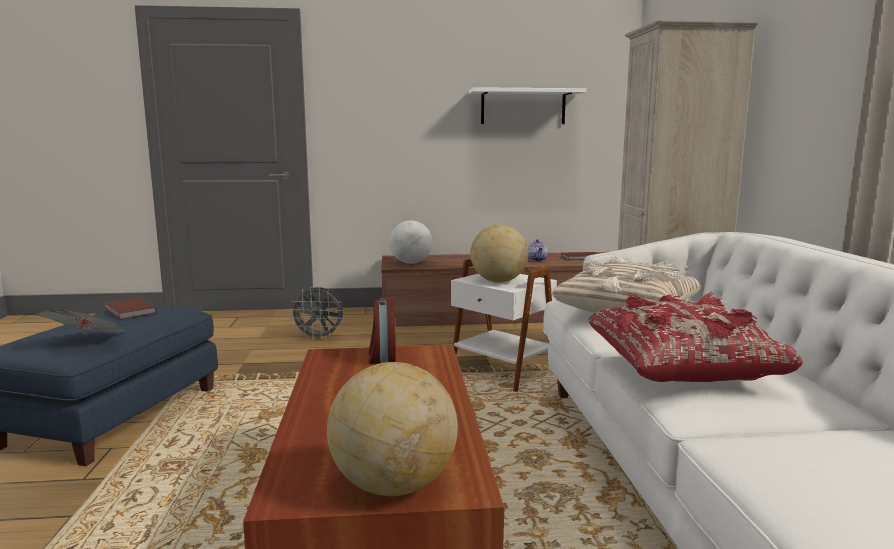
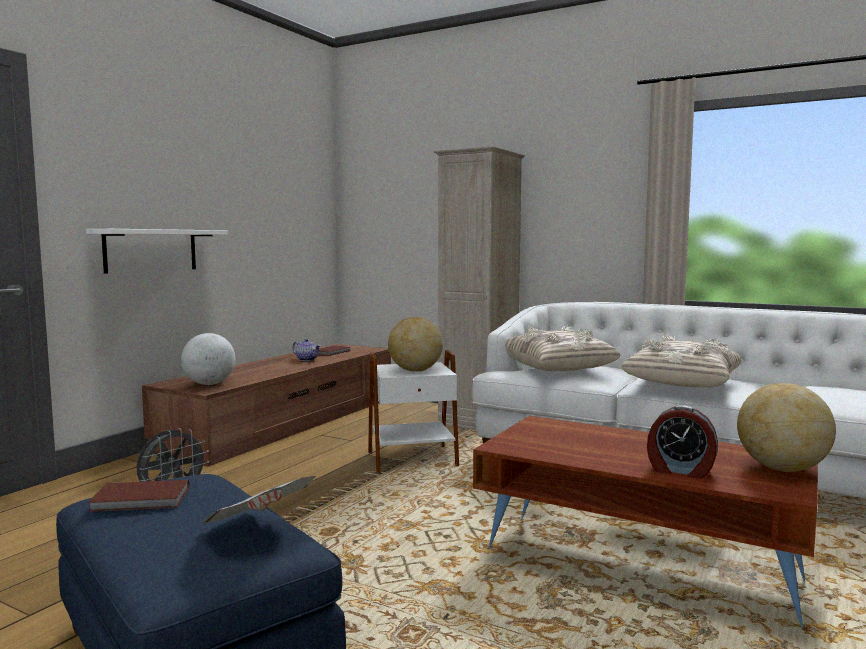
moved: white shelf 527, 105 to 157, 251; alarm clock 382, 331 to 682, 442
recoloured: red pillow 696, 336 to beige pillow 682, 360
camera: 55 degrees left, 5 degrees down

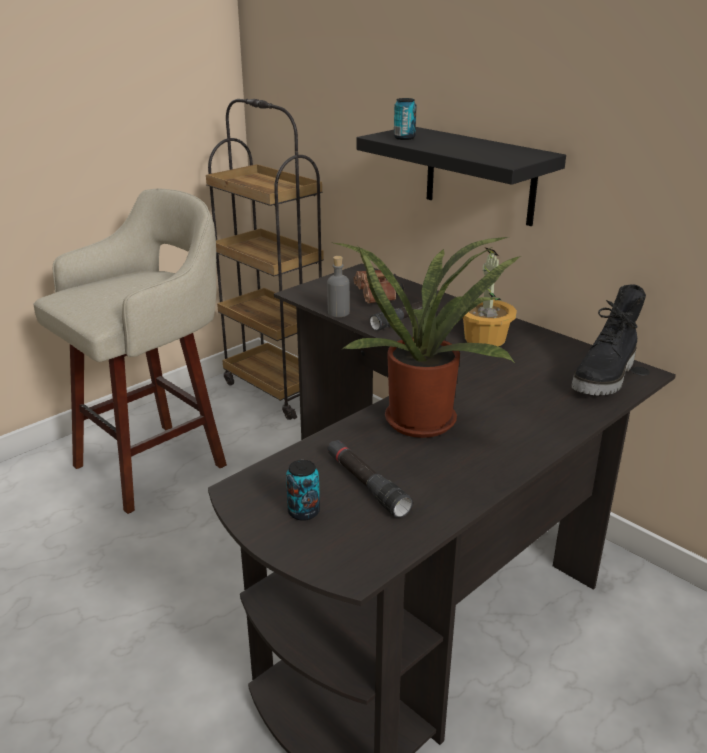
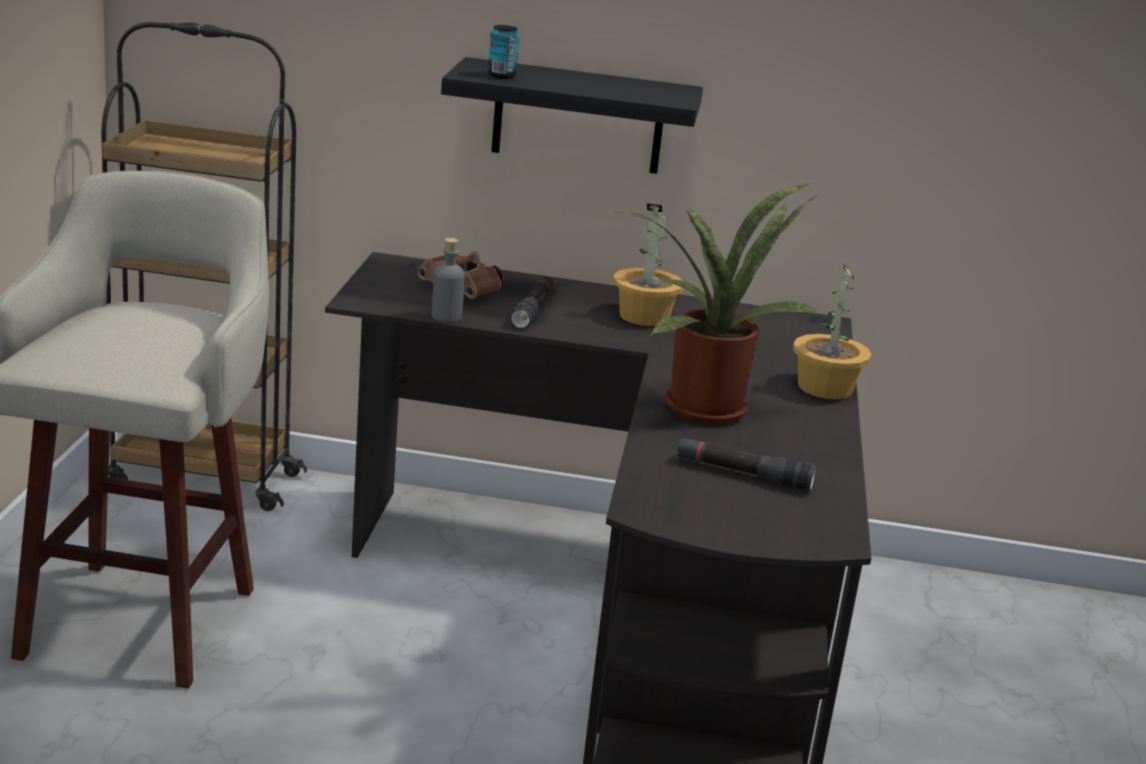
removed: black boot 608, 340; can 303, 490
added: potted plant 832, 331
camera: 40 degrees left, 5 degrees down

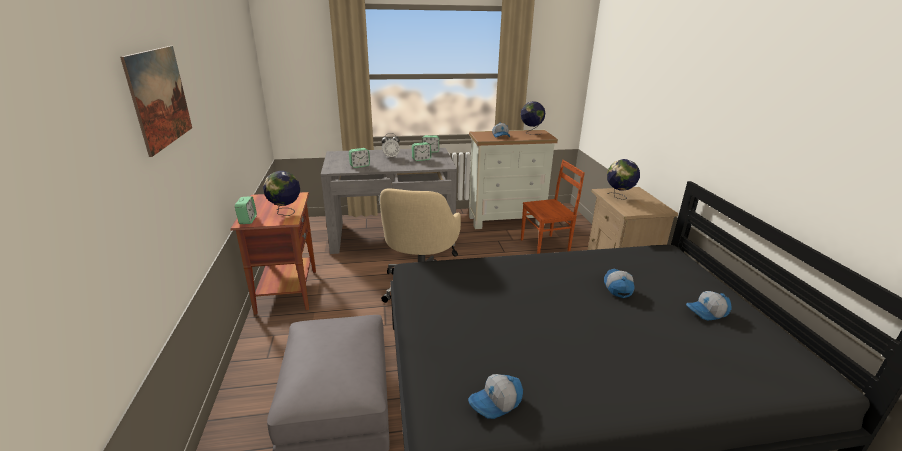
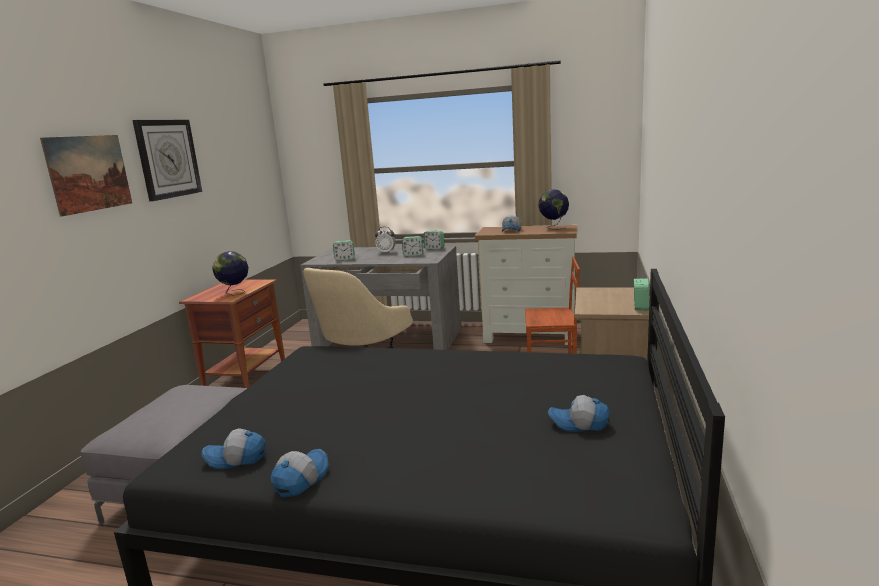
removed: globe 623, 179
added: wall clock 167, 160
moved: alarm clock 246, 210 to 641, 294; cap 619, 283 to 299, 473
camera: 25 degrees right, 10 degrees down

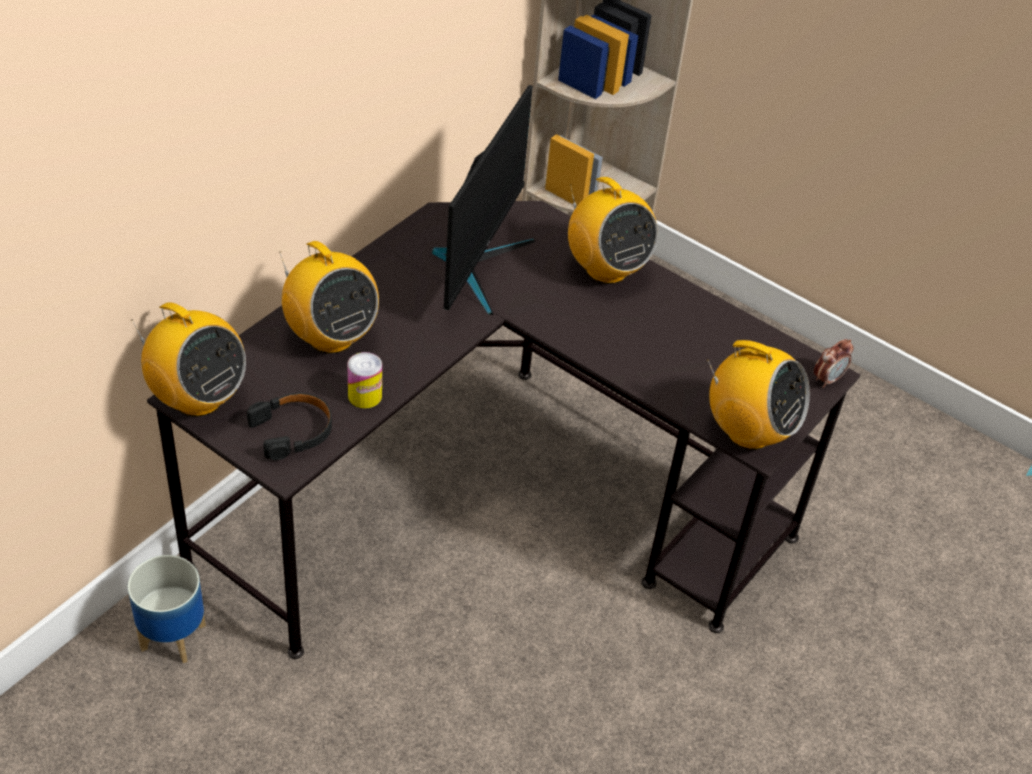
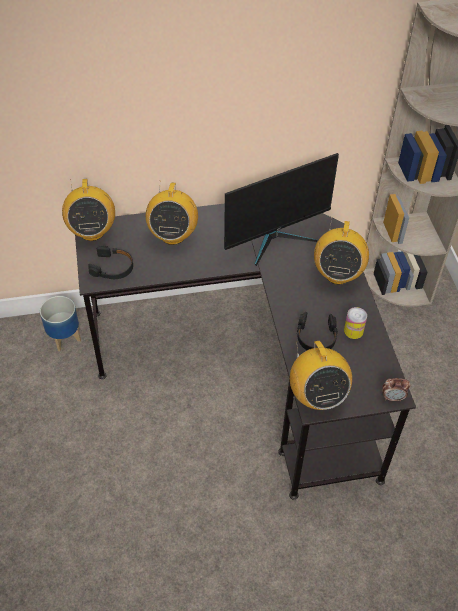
added: black headphones 317, 331
moved: can 364, 380 to 355, 323
camera: 45 degrees right, 5 degrees up

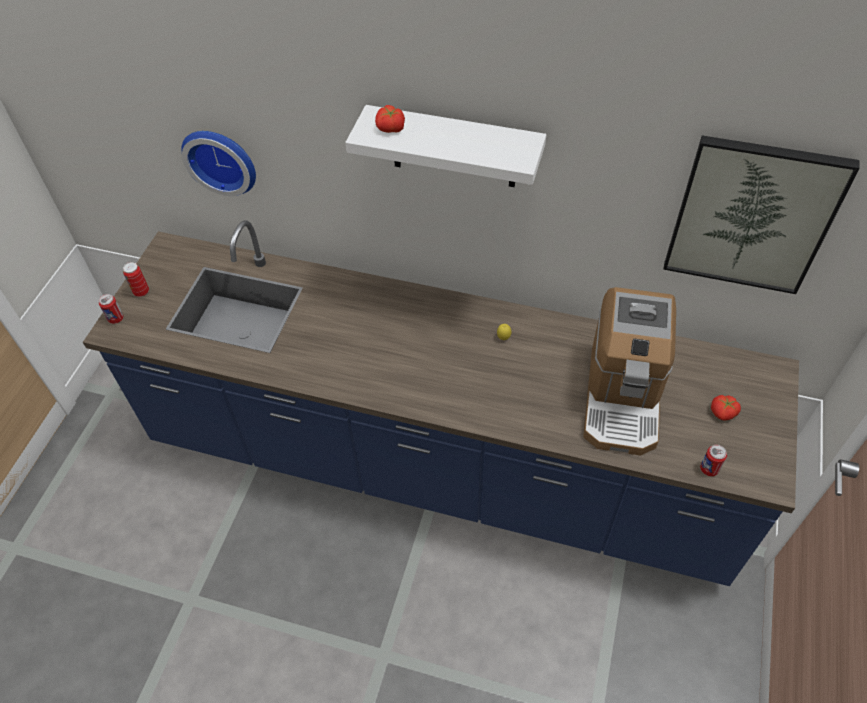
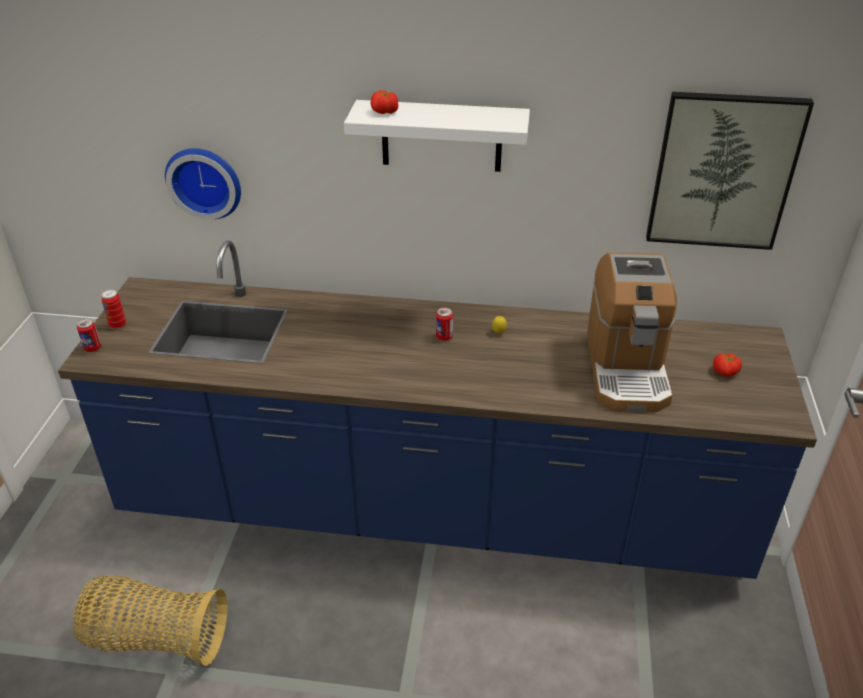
added: basket 150, 621
moved: can 713, 460 to 444, 324
camera: 10 degrees left, 15 degrees down

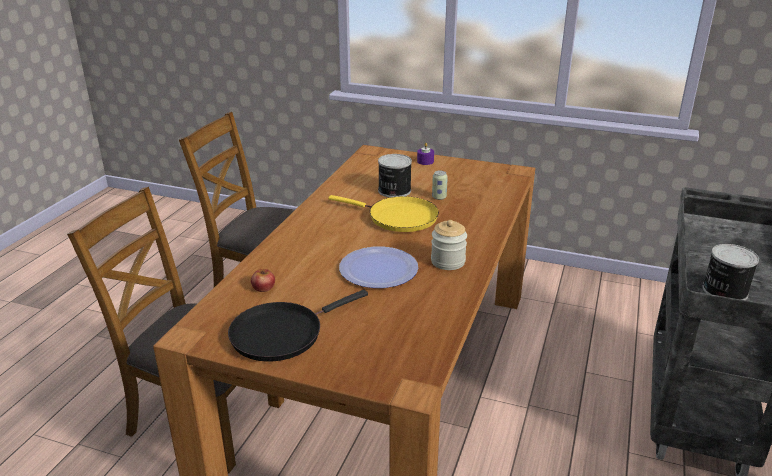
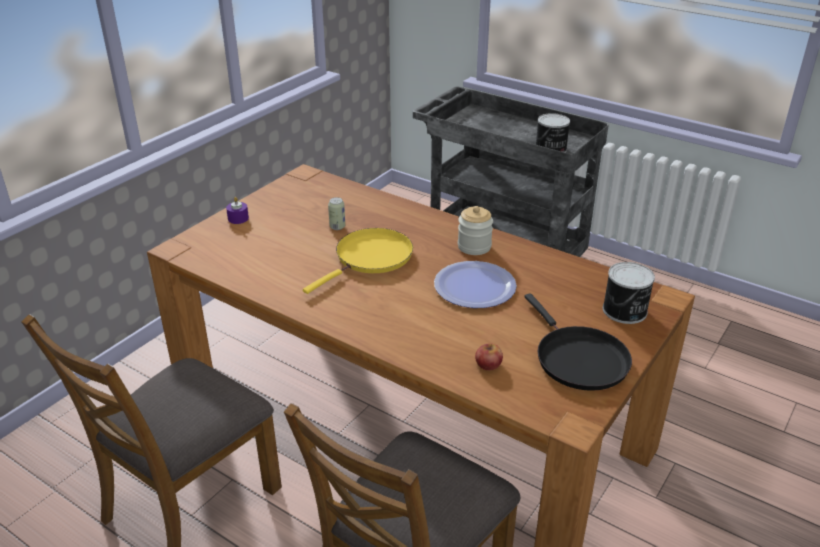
moved: can 395, 176 to 629, 293
camera: 75 degrees left, 5 degrees up

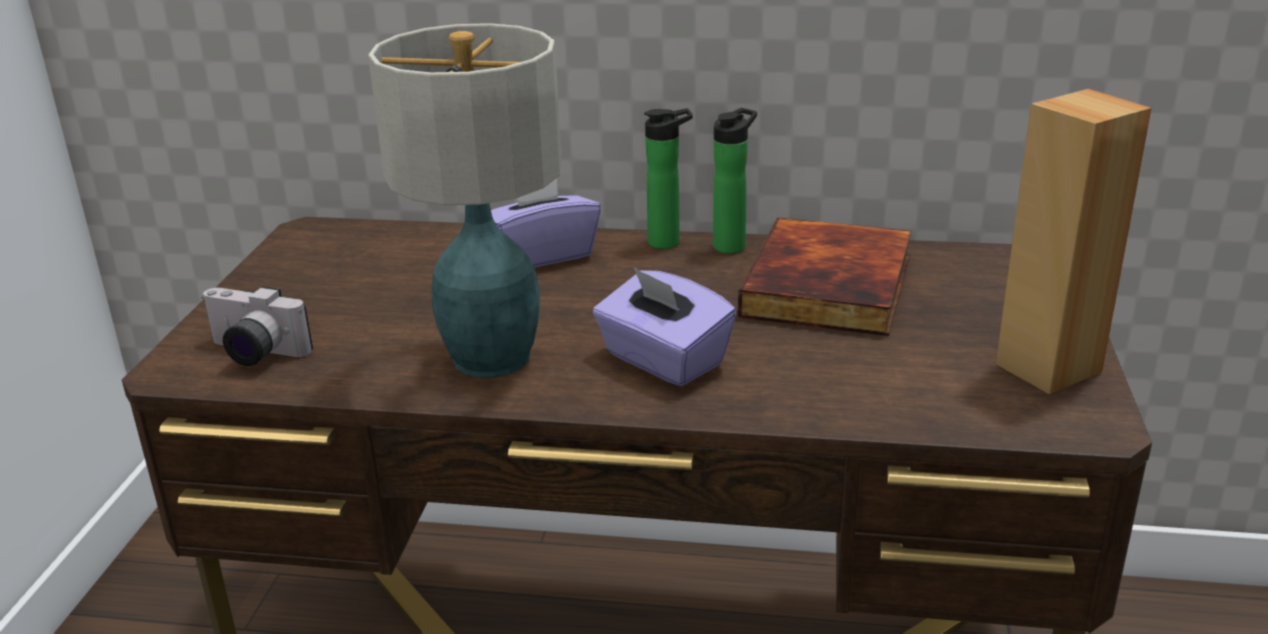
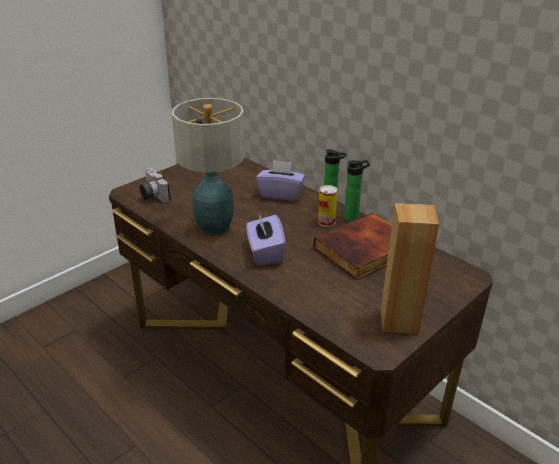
added: can 328, 206
camera: 35 degrees right, 5 degrees up

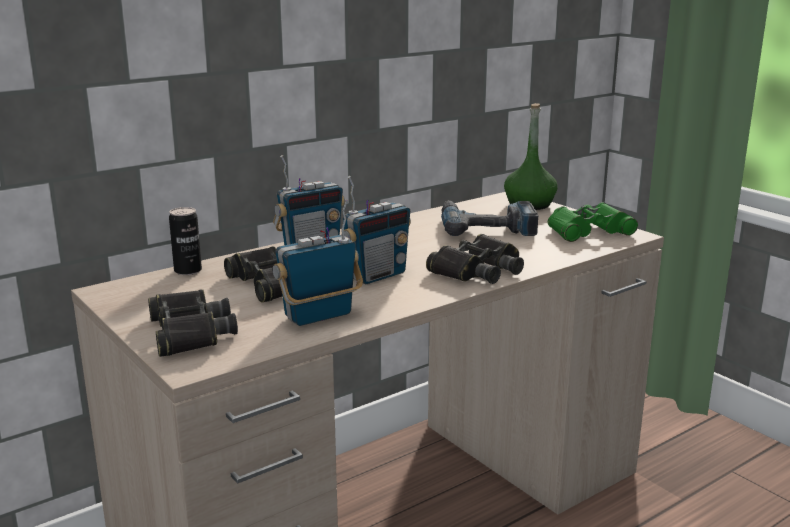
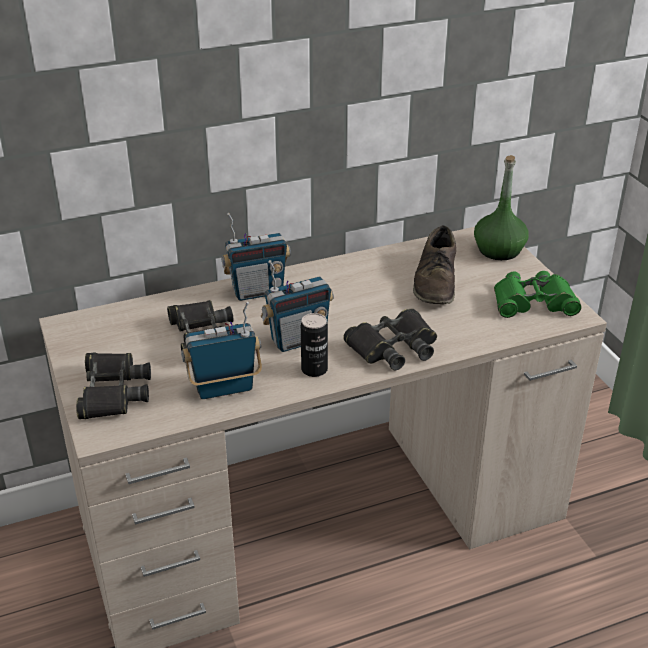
moved: can 185, 241 to 314, 345
replaced: power drill 489, 218 to brown shoe 434, 265
camera: 15 degrees right, 15 degrees up

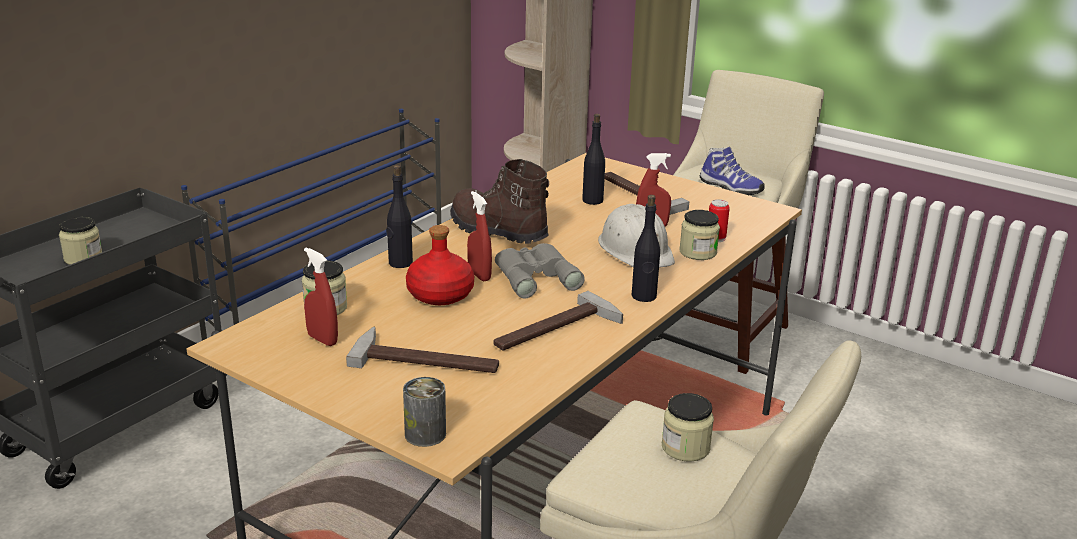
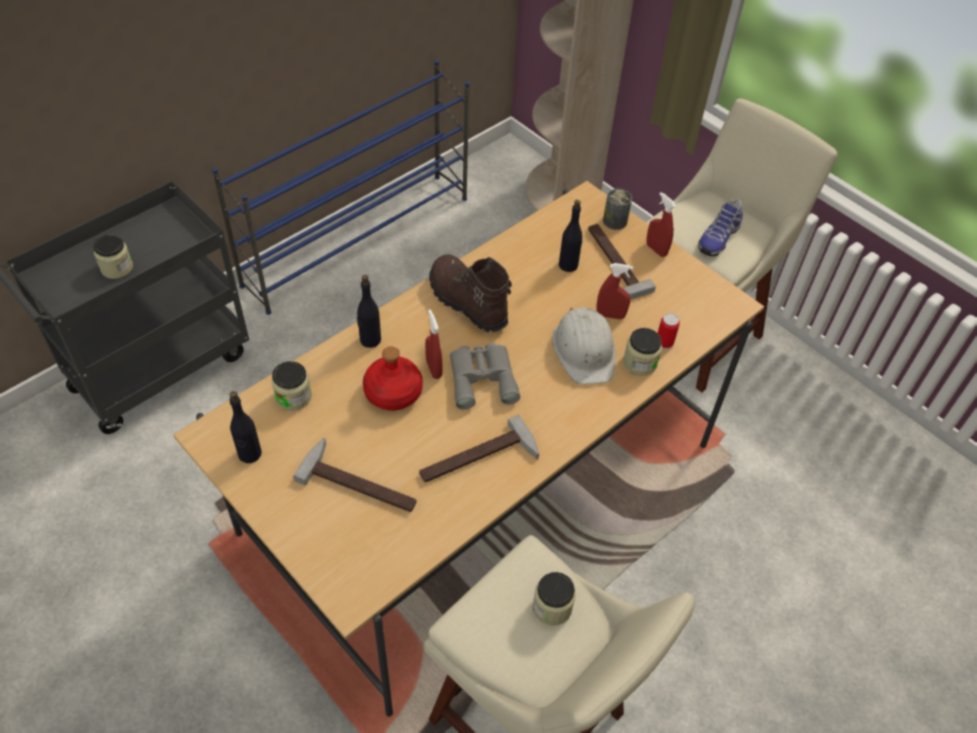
moved: black bottle 646, 248 to 245, 427; red spray bottle 321, 297 to 661, 224; can 424, 412 to 617, 209
turned: shoe 732, 171 = 720, 227 75 degrees clockwise
camera: 10 degrees right, 25 degrees up

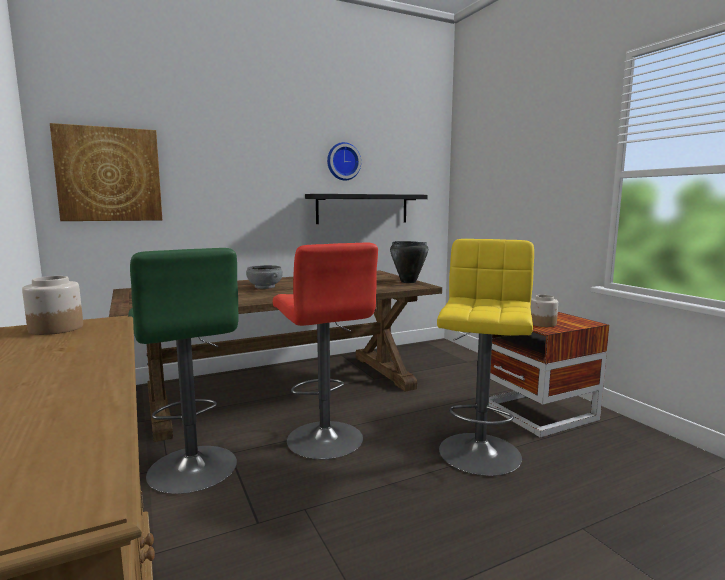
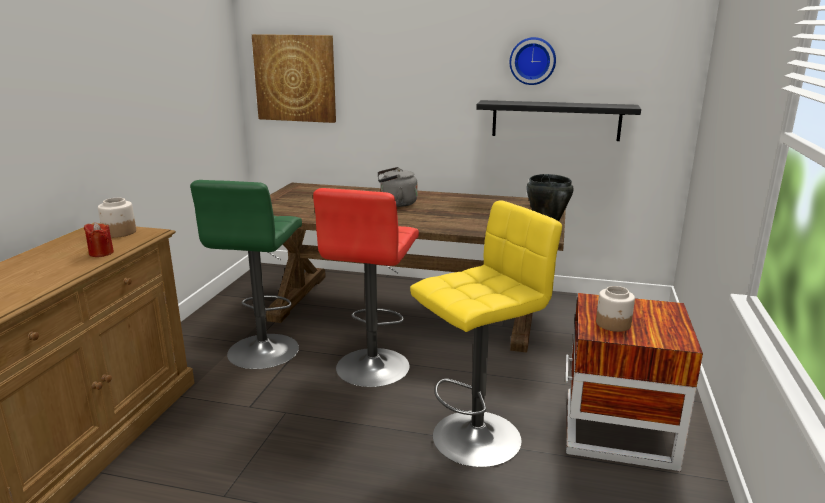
added: red candle 99, 239
replaced: grey bowl 264, 277 to grey kettle 398, 187
camera: 40 degrees right, 10 degrees up

